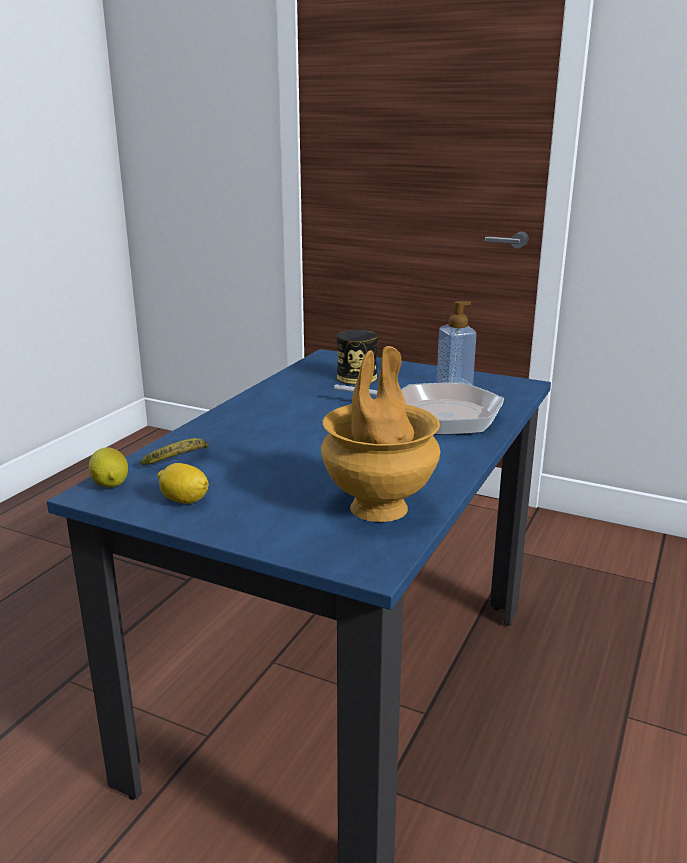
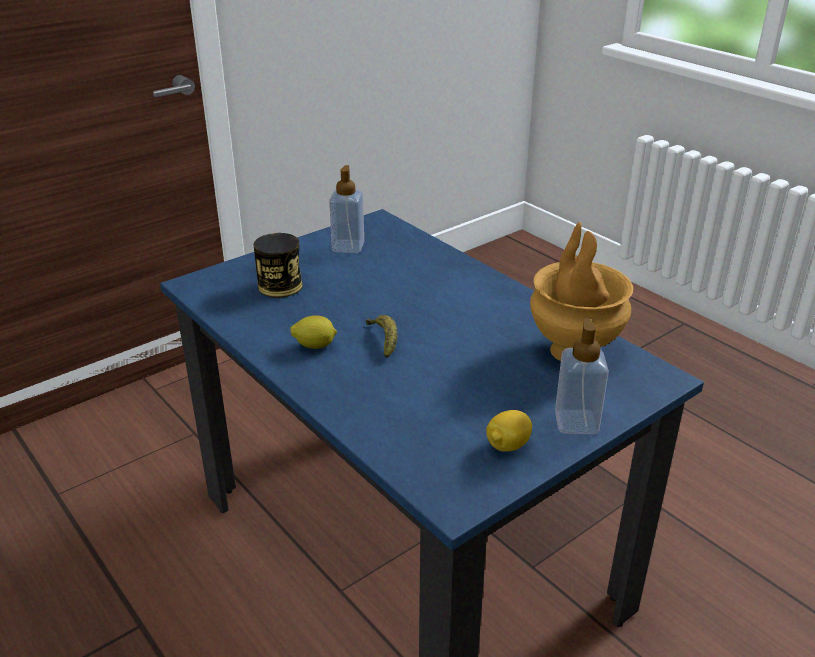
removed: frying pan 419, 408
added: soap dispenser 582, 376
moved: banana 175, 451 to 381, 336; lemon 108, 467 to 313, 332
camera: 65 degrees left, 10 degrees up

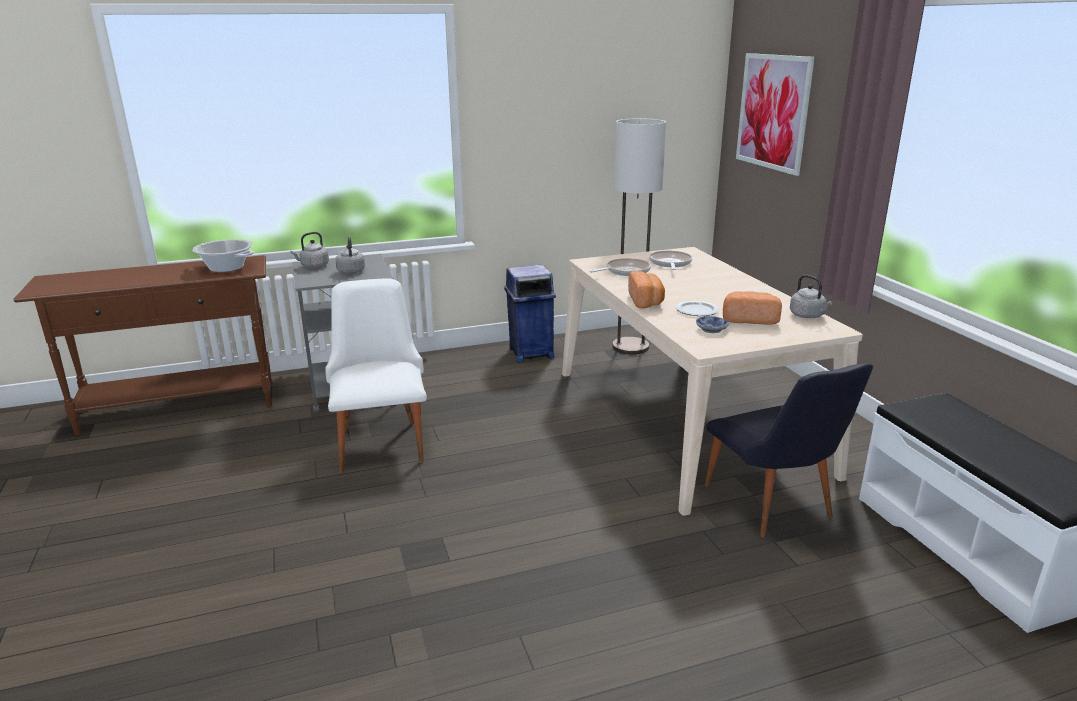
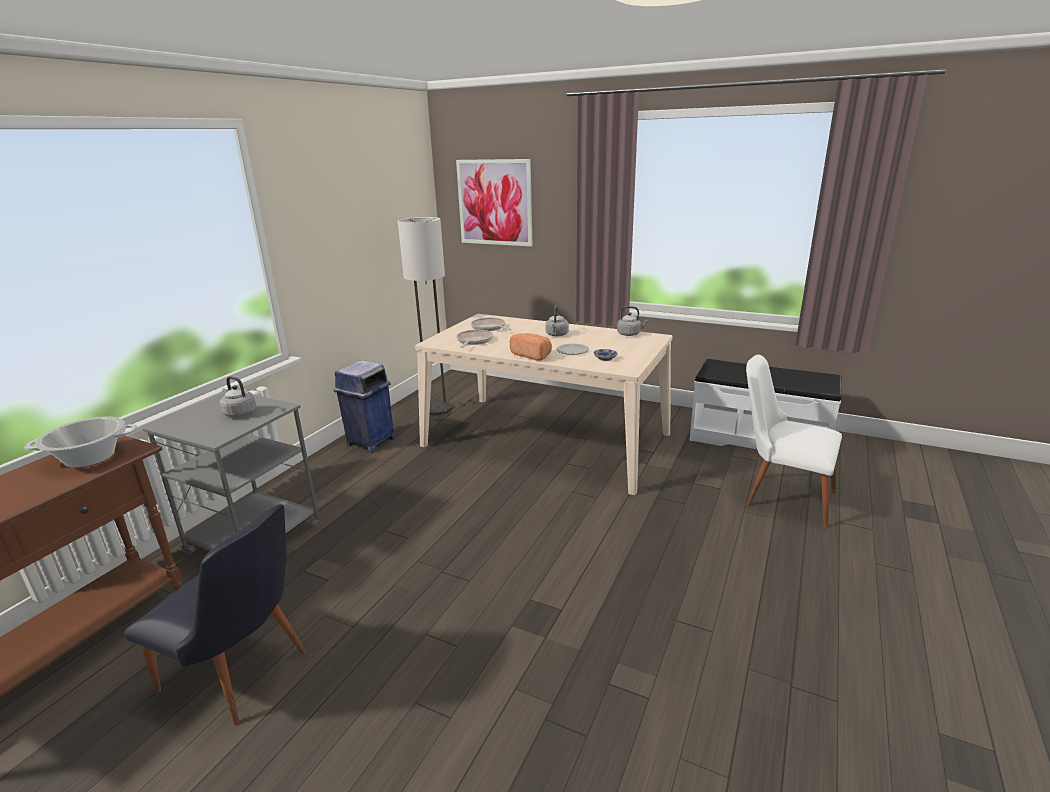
removed: bread 752, 308
moved: grey kettle 310, 250 to 557, 321; white chair 376, 375 to 794, 441; black chair 789, 450 to 215, 615
camera: 45 degrees left, 0 degrees up

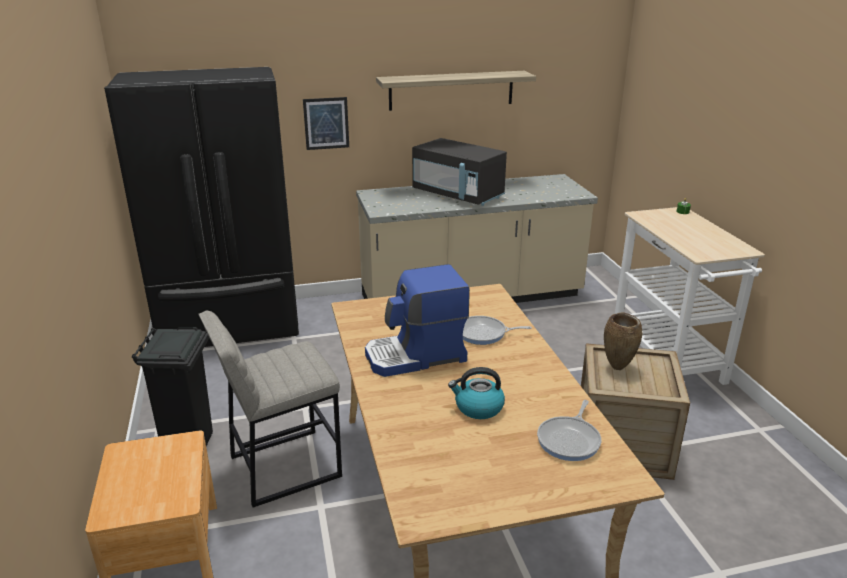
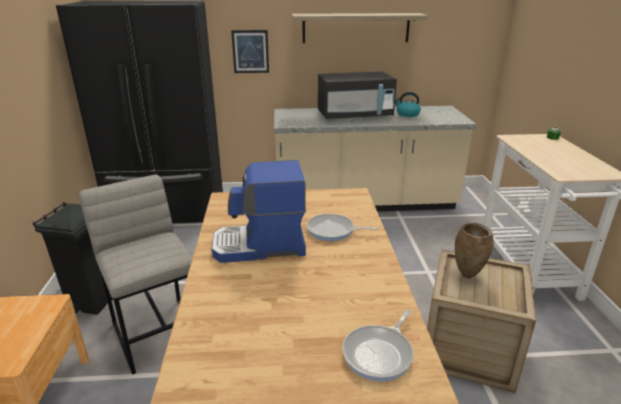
moved: kettle 476, 393 to 408, 104
turned: black microwave 459, 172 = 357, 95 60 degrees counterclockwise; grey chair 270, 409 = 136, 275 75 degrees clockwise
camera: 10 degrees right, 0 degrees up

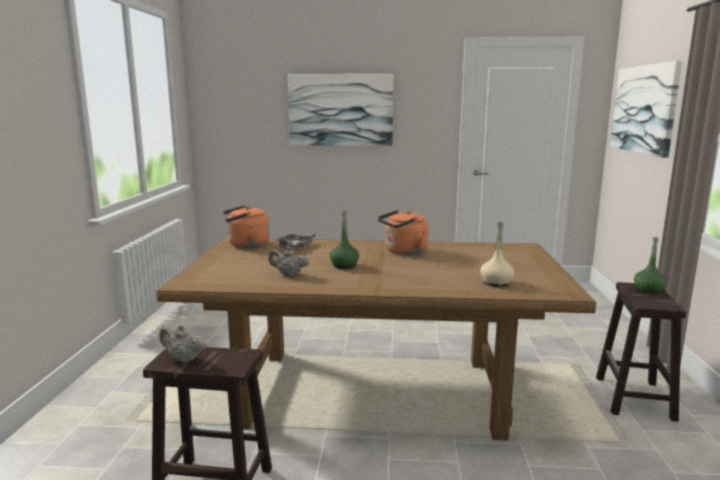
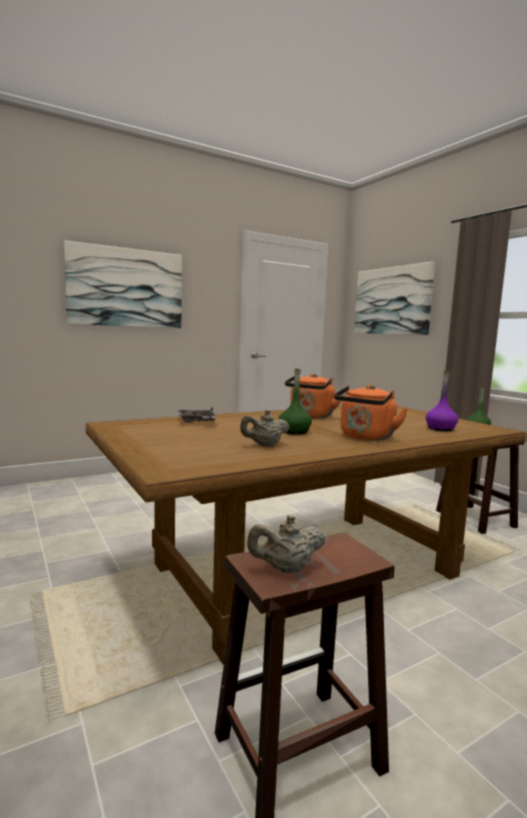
moved: orange kettle 246, 226 to 371, 412
recoloured: beige bottle 497, 254 to purple bottle 442, 400
camera: 35 degrees left, 5 degrees down

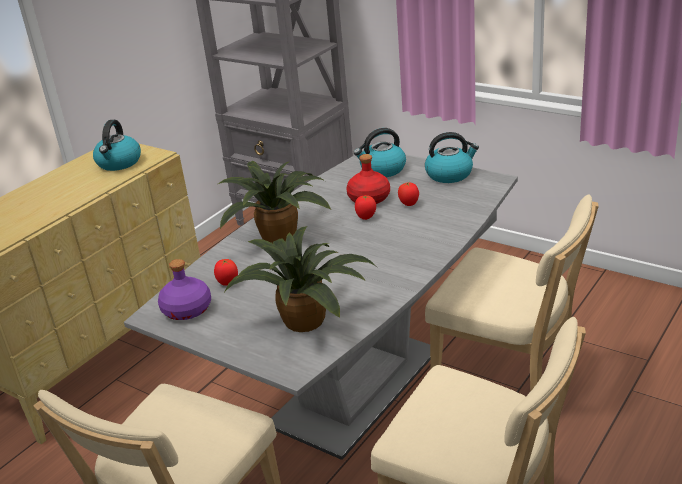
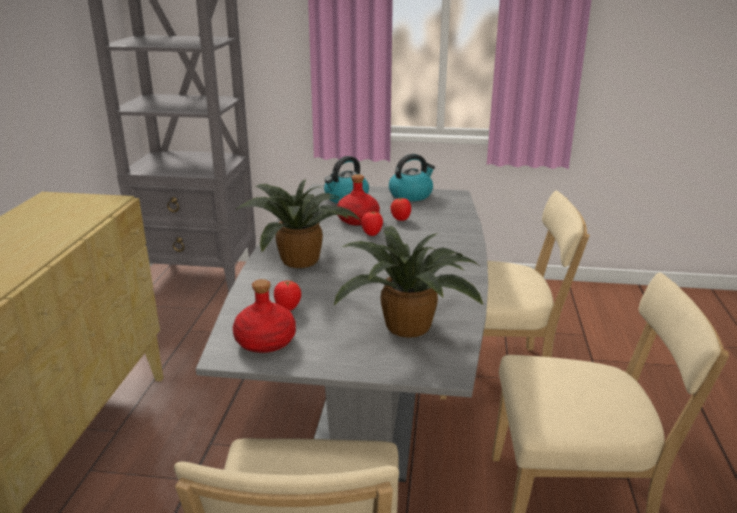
removed: kettle 117, 145
recoloured: purple bottle 184, 289 to red bottle 264, 316
camera: 30 degrees left, 5 degrees down

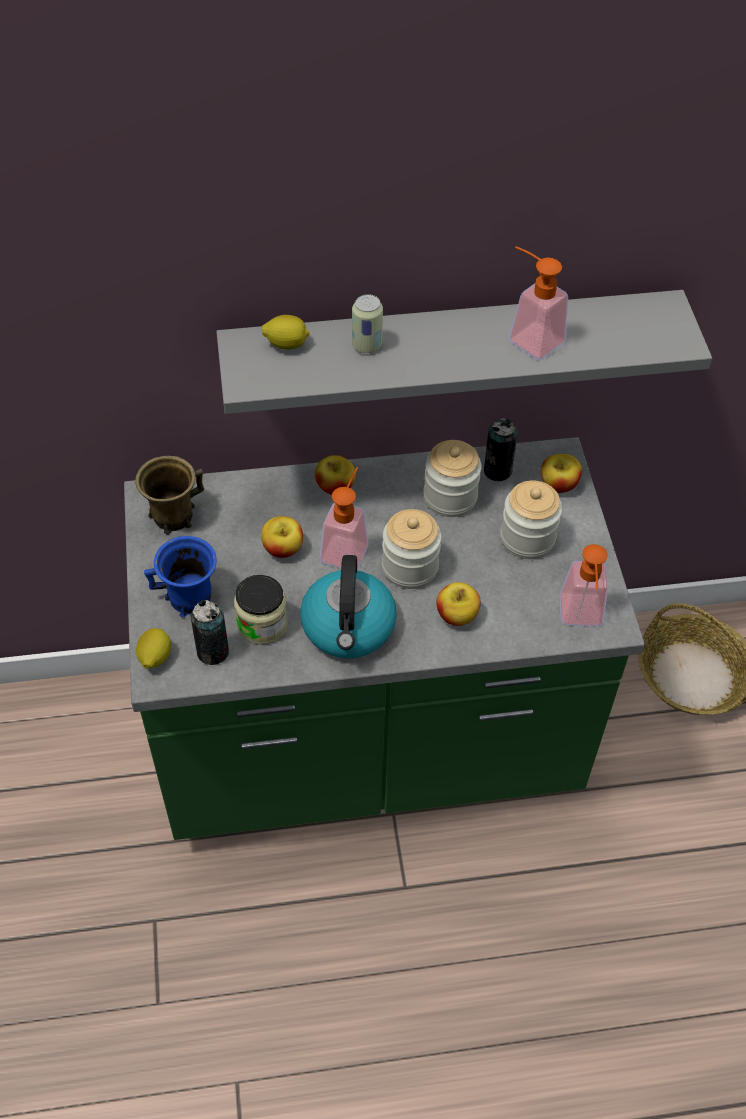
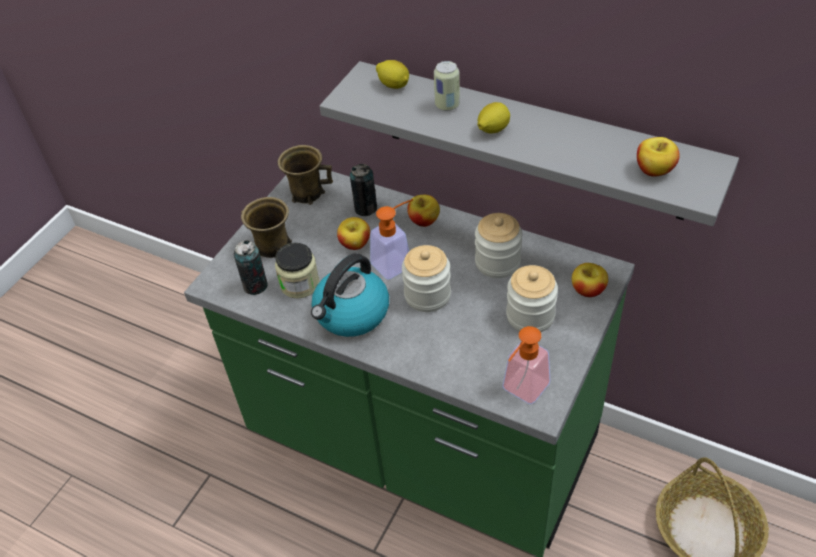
removed: soap dispenser 538, 303
moved: can 501, 450 to 363, 190; apple 458, 604 to 658, 157; lemon 153, 648 to 493, 118
recoloured: blue mug 180, 576 to brown mug 266, 227
camera: 40 degrees right, 5 degrees down

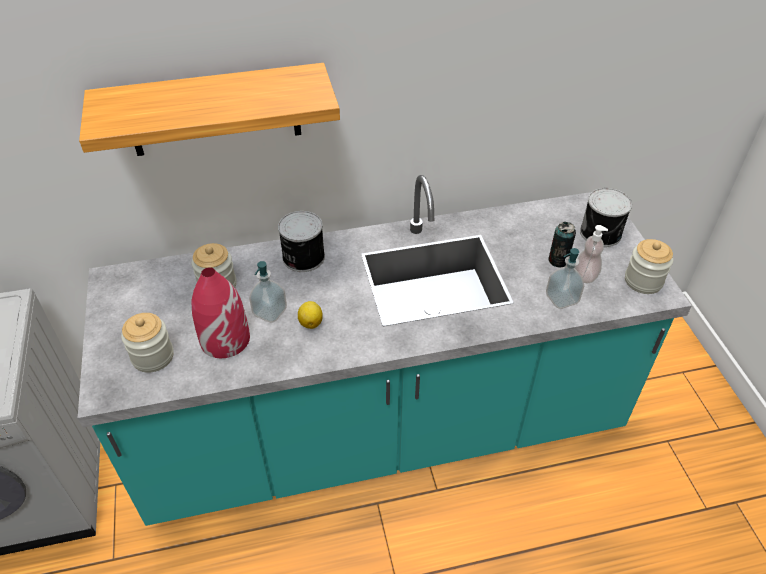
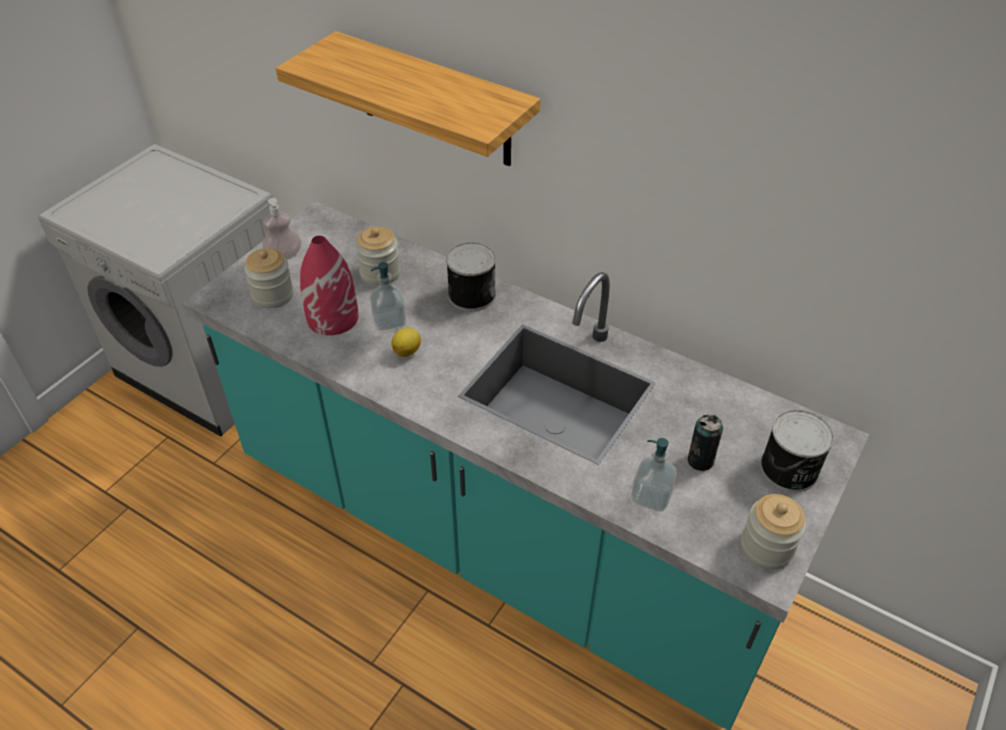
moved: soap dispenser 592, 254 to 281, 229
camera: 45 degrees right, 0 degrees up

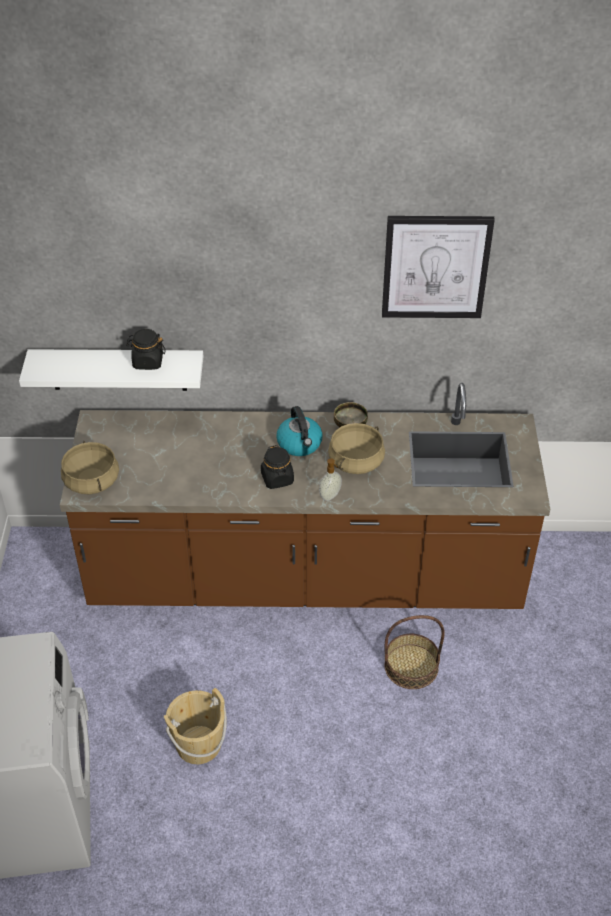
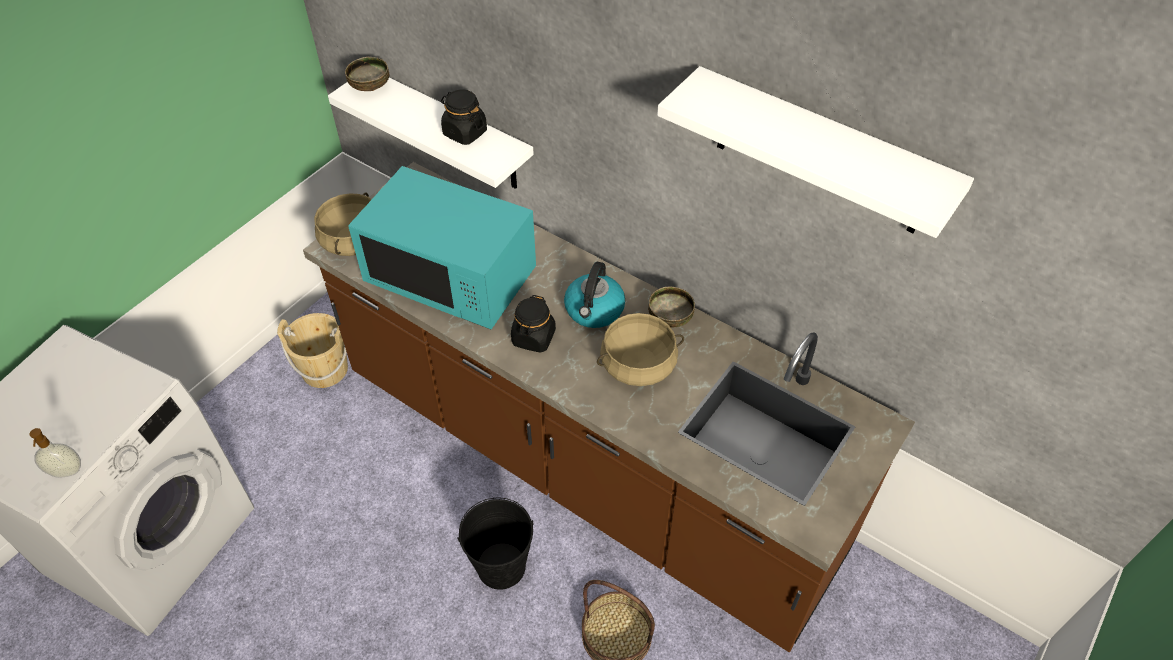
added: bowl 367, 74; turquoise microwave 442, 247; black bucket 495, 544
moved: soap dispenser 330, 479 to 55, 453; beige bucket 195, 726 to 312, 350
replaced: picture 438, 267 to white shelf 815, 152
camera: 35 degrees right, 5 degrees up

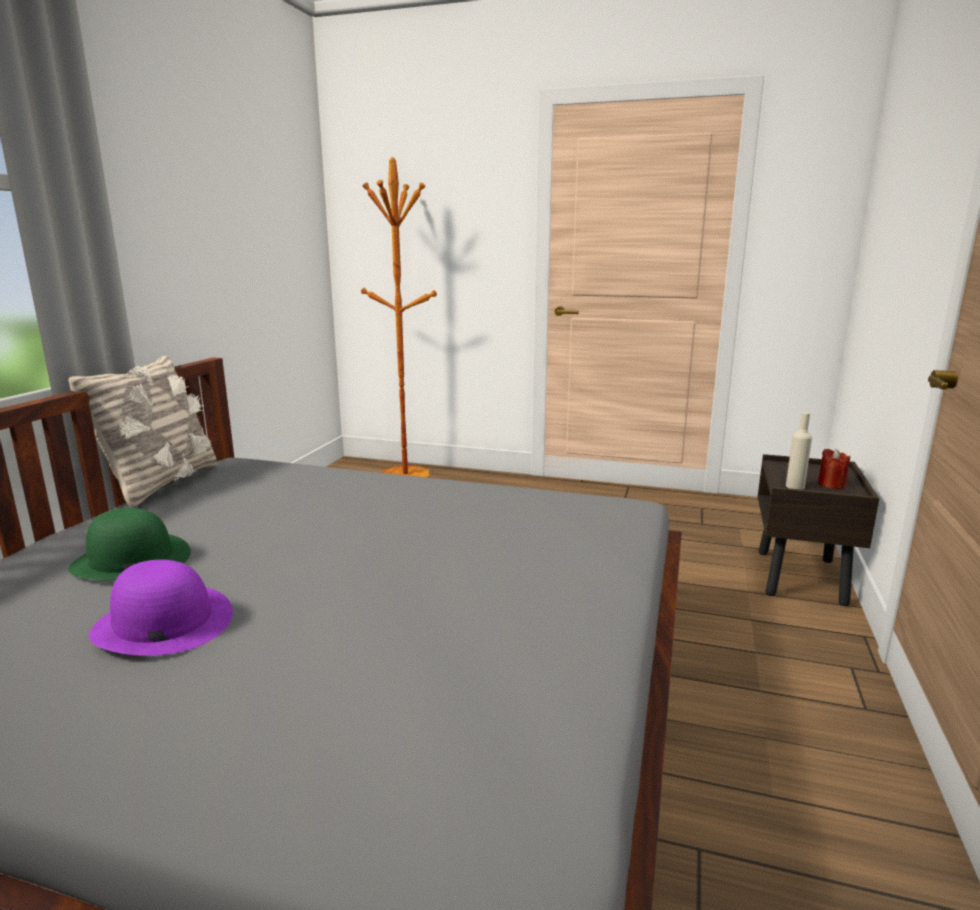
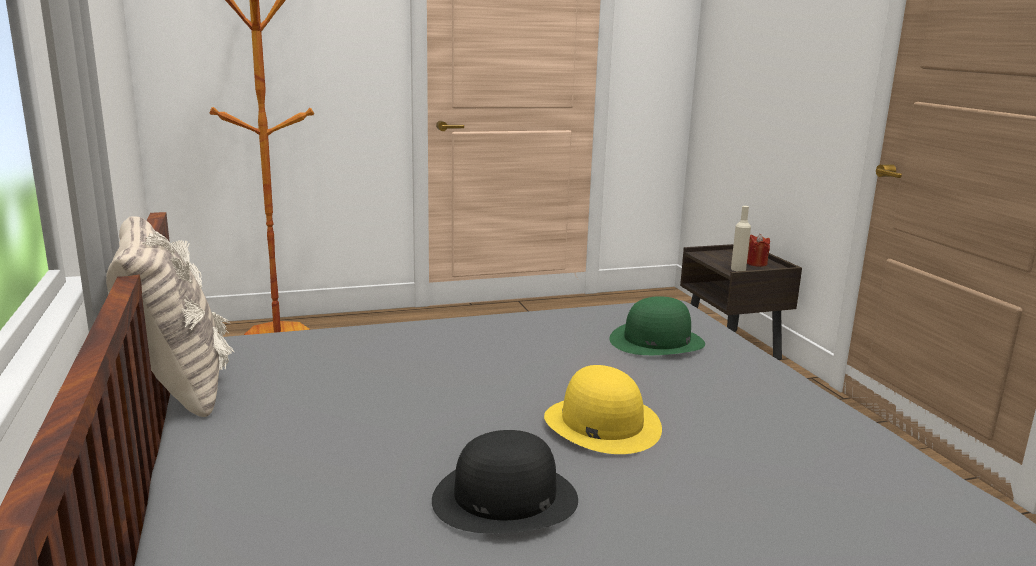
added: yellow hat 603, 409
moved: green hat 129, 544 to 657, 325
recoloured: purple hat 161, 608 to black hat 505, 481
camera: 35 degrees left, 0 degrees up

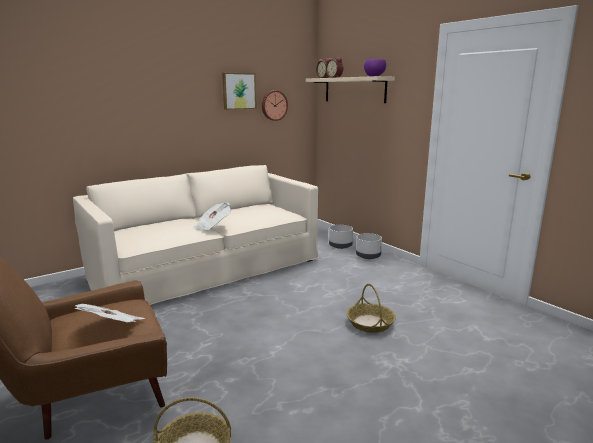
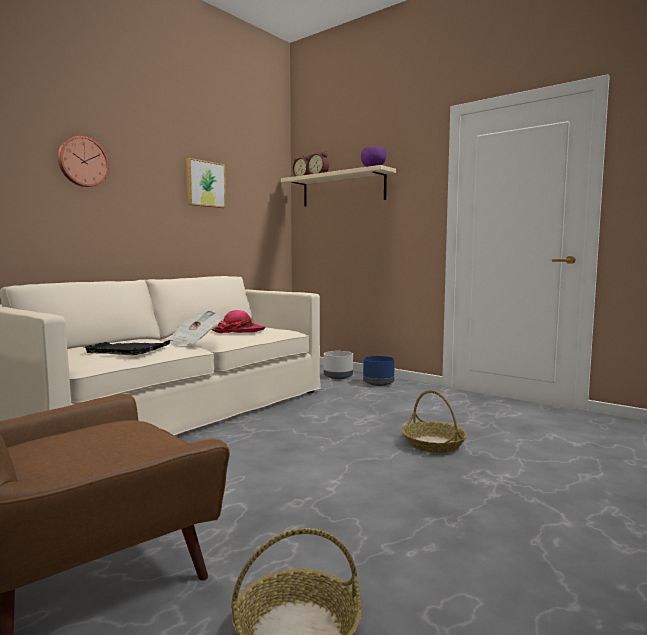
removed: newspaper 109, 313
added: hat 238, 321; black tray 128, 347
moved: wall clock 275, 106 to 83, 161
recoloured: grey planter 369, 246 to blue planter 379, 371
camera: 15 degrees left, 10 degrees down

